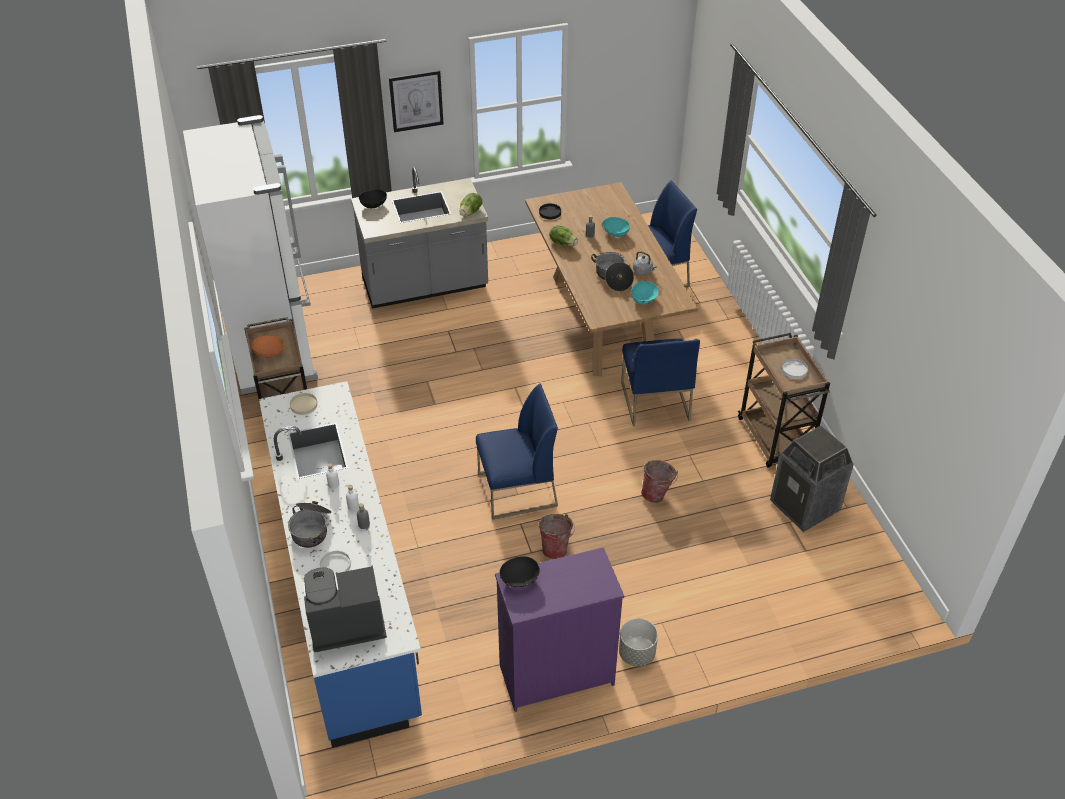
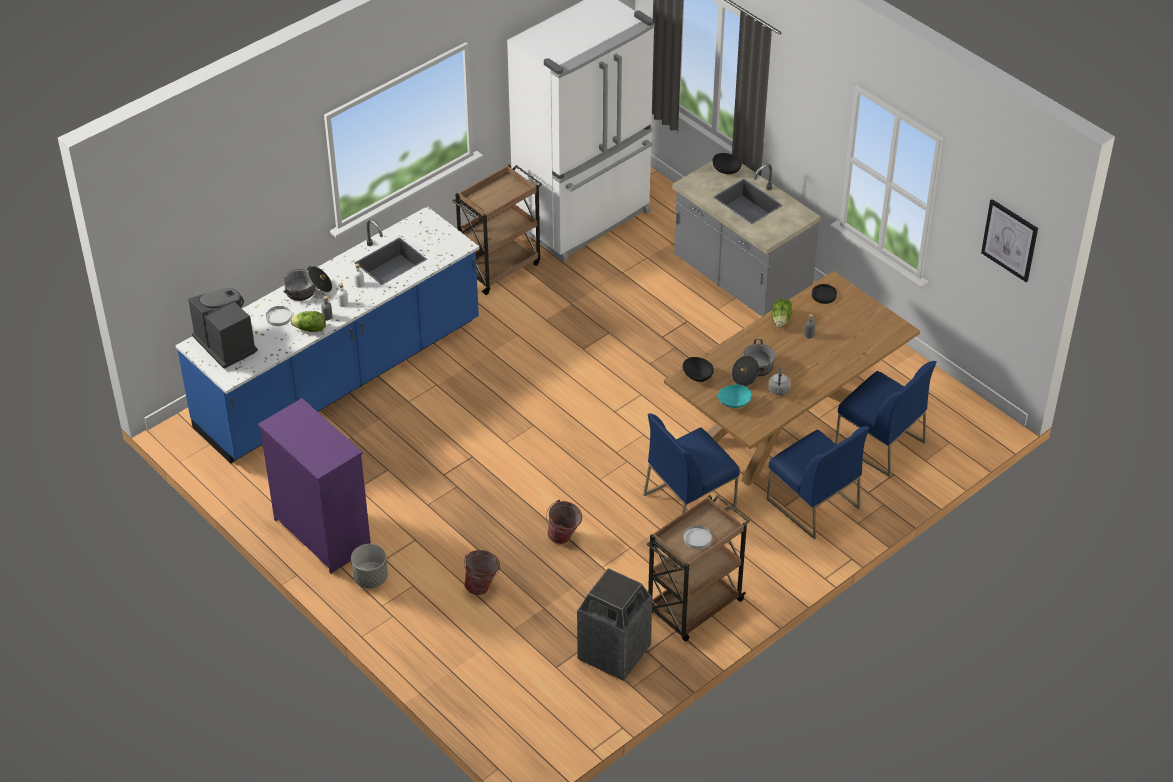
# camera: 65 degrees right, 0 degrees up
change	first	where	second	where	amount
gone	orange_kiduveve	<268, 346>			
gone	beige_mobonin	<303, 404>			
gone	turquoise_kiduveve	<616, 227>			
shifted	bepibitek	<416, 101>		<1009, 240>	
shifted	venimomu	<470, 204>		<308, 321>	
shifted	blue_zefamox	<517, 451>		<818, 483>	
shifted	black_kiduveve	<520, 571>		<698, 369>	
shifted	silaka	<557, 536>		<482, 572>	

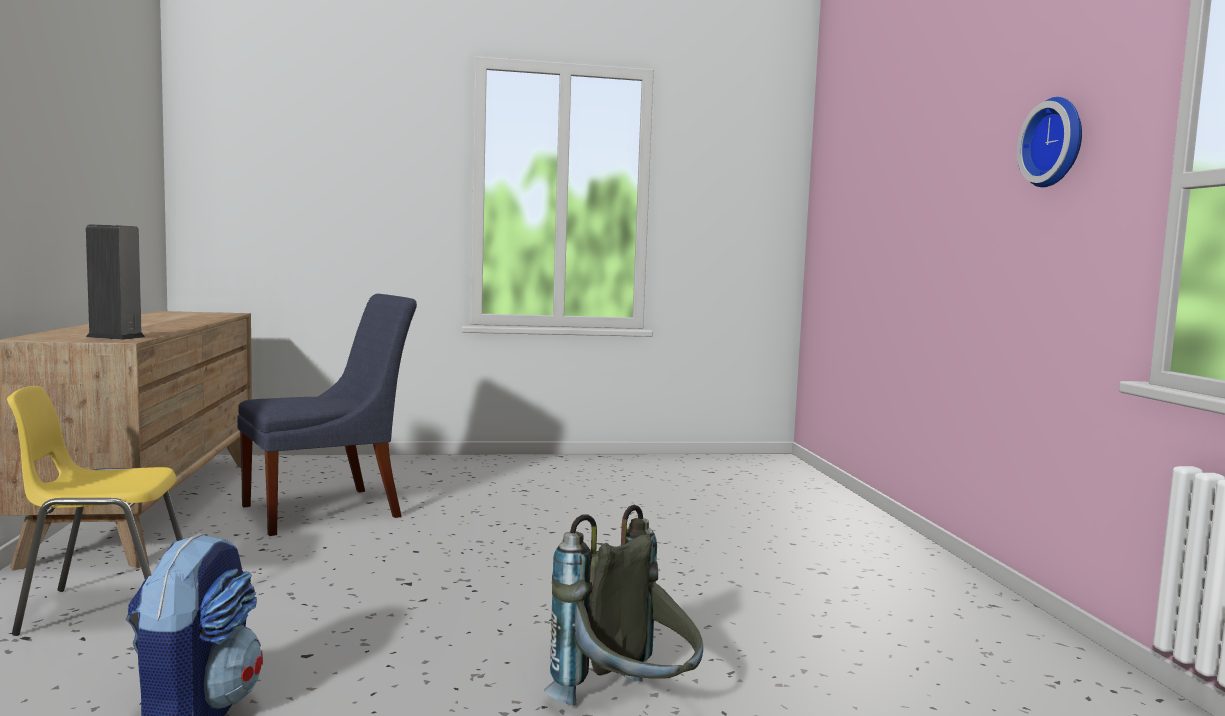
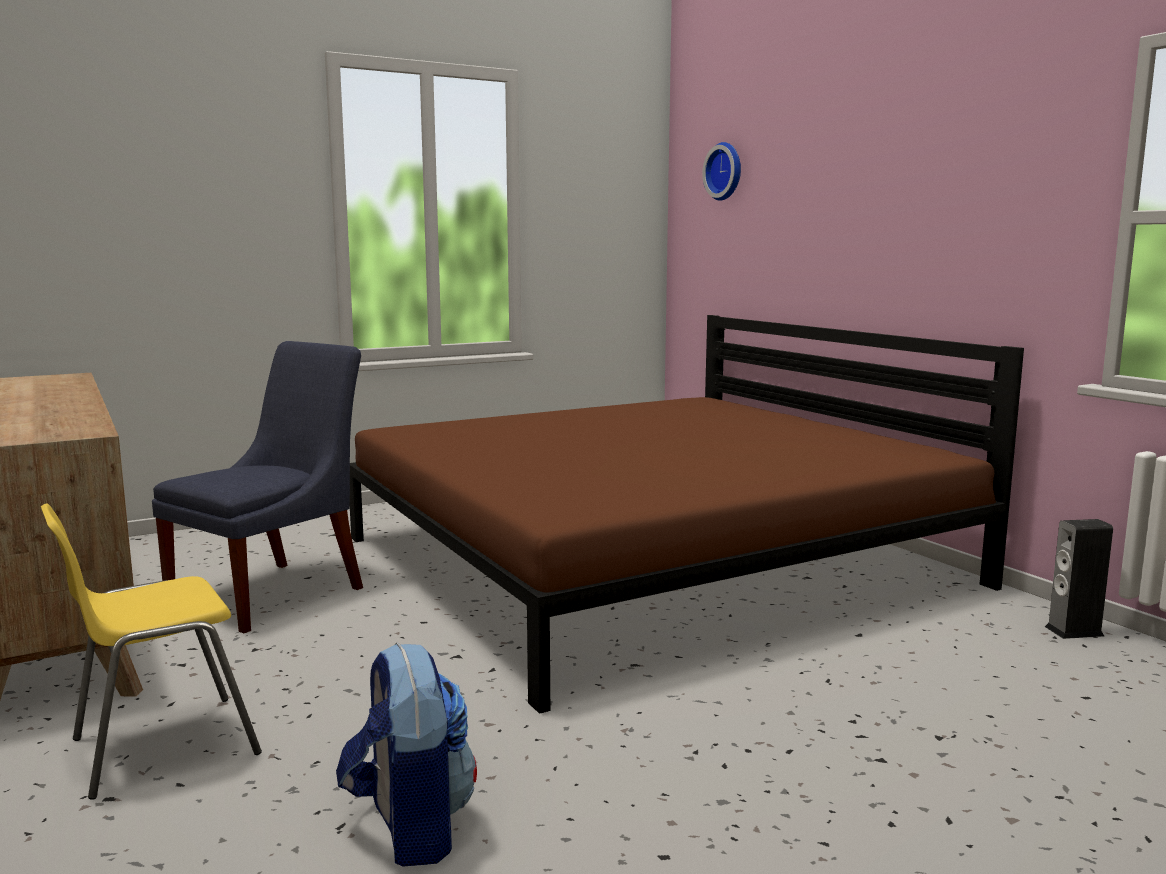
# camera: 20 degrees left, 5 degrees up
change	first	where	second	where	amount
gone	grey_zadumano	<623, 605>			
new			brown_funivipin	<687, 514>	
shifted	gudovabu	<115, 282>		<1079, 579>	
shifted	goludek	<1049, 142>		<721, 171>	

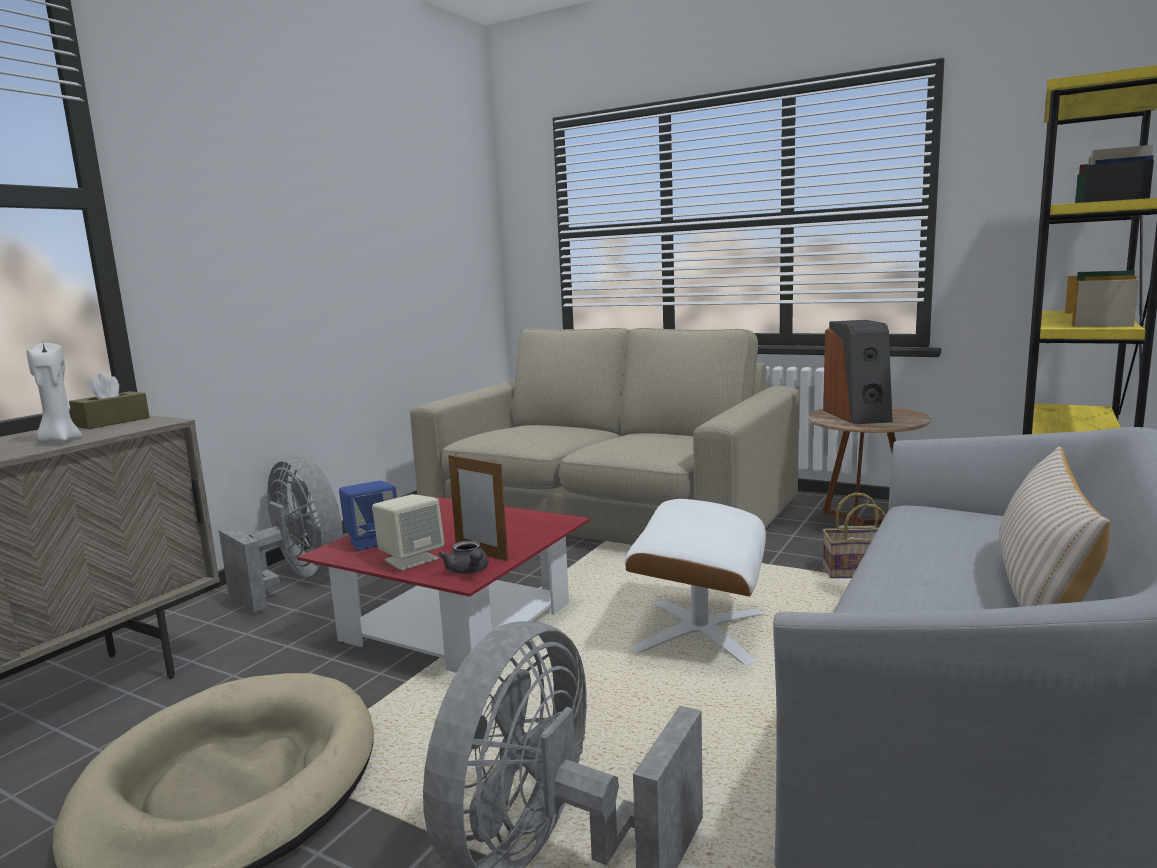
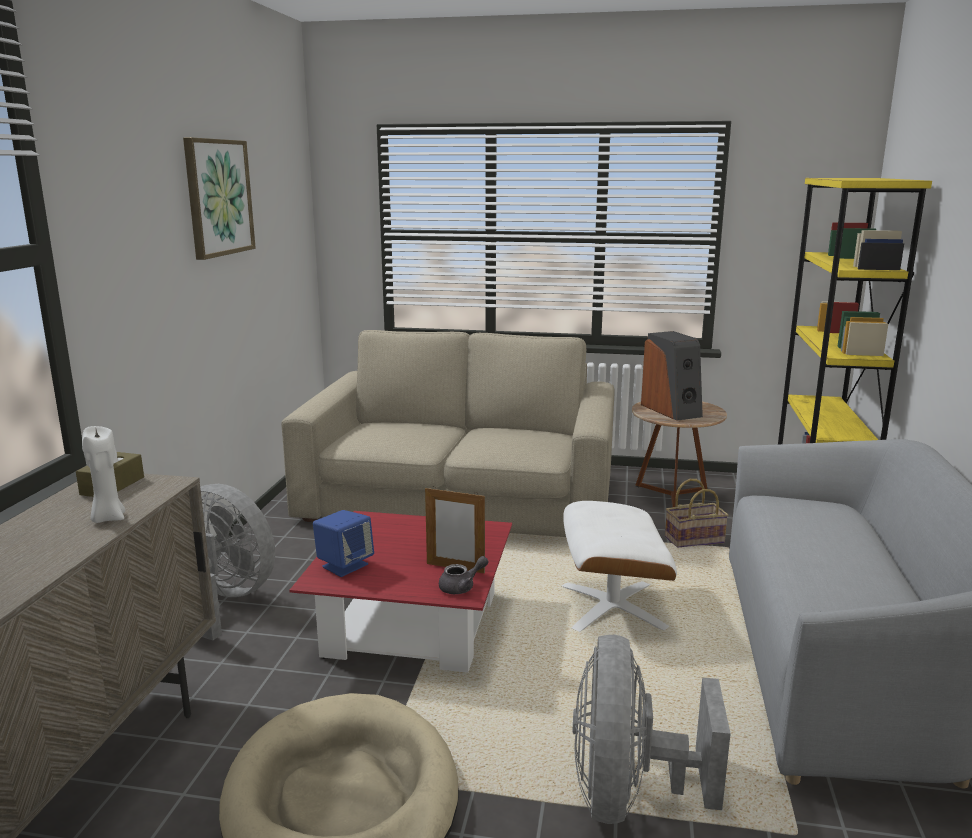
# camera: 20 degrees left, 5 degrees up
change	first	where	second	where	amount
gone	beige_gudovabu	<408, 532>			
gone	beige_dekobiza	<1054, 526>			
new			bepibitek	<219, 198>	
rotated	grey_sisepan	<463, 557>		<463, 575>	75 degrees counterclockwise

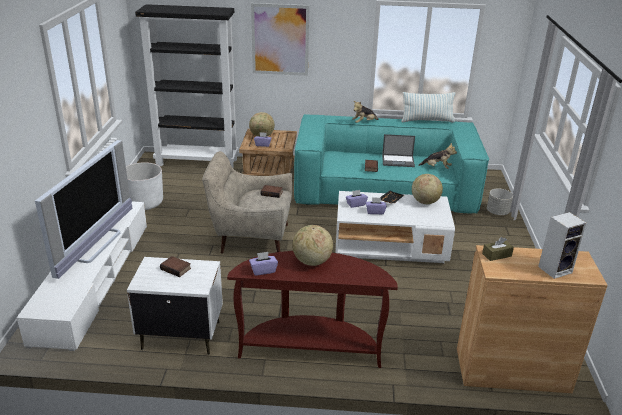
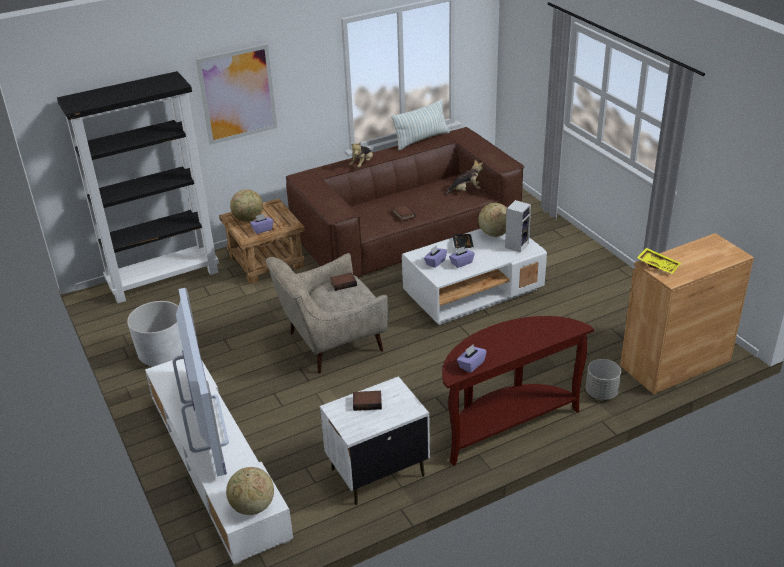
# camera: 30 degrees left, 5 degrees up
change	first	where	second	where	amount
gone	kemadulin	<398, 150>			
shifted	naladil	<312, 245>		<250, 491>	
shifted	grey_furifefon	<500, 202>		<603, 379>	
shifted	gudovabu	<562, 245>		<518, 226>	
swapped	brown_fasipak	<498, 249>	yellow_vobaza	<659, 261>	
repainted	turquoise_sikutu	<391, 164>	brown_sikutu	<405, 202>	

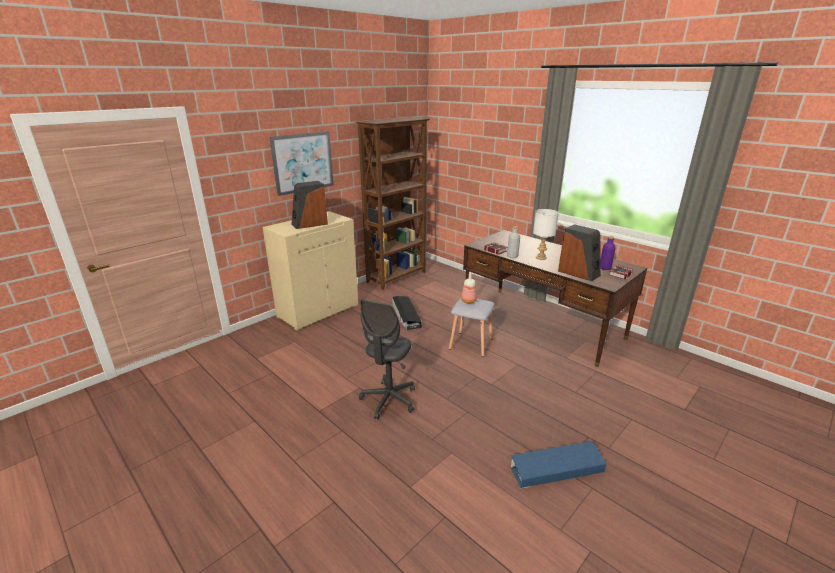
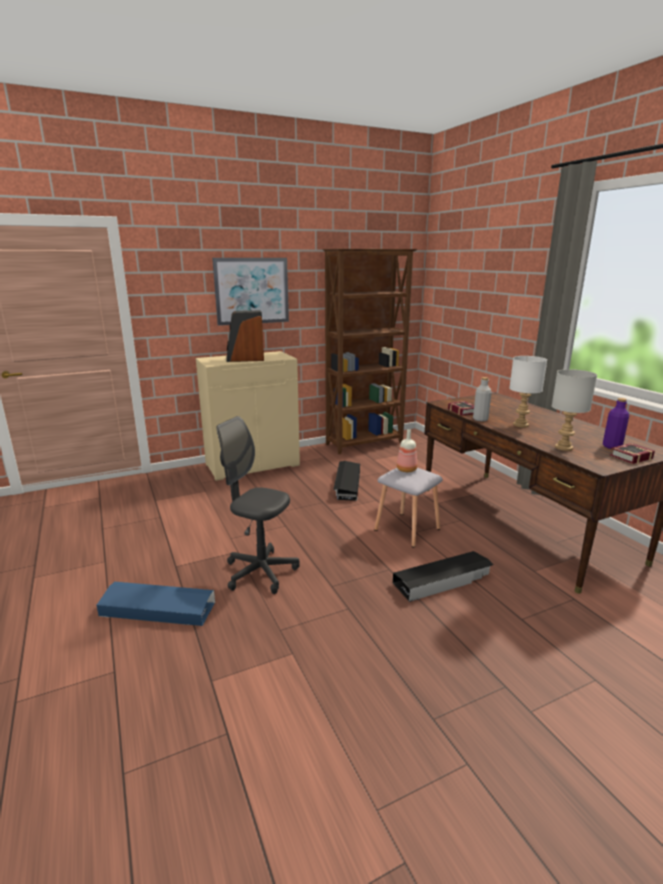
# camera: 20 degrees right, 5 degrees down
change	first	where	second	where	amount
new			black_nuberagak	<443, 576>	
shifted	blue_nuberagak	<558, 464>		<156, 604>	
swapped	gudovabu	<579, 252>	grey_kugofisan	<574, 410>	
rotated	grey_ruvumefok	<387, 359>		<258, 505>	75 degrees clockwise

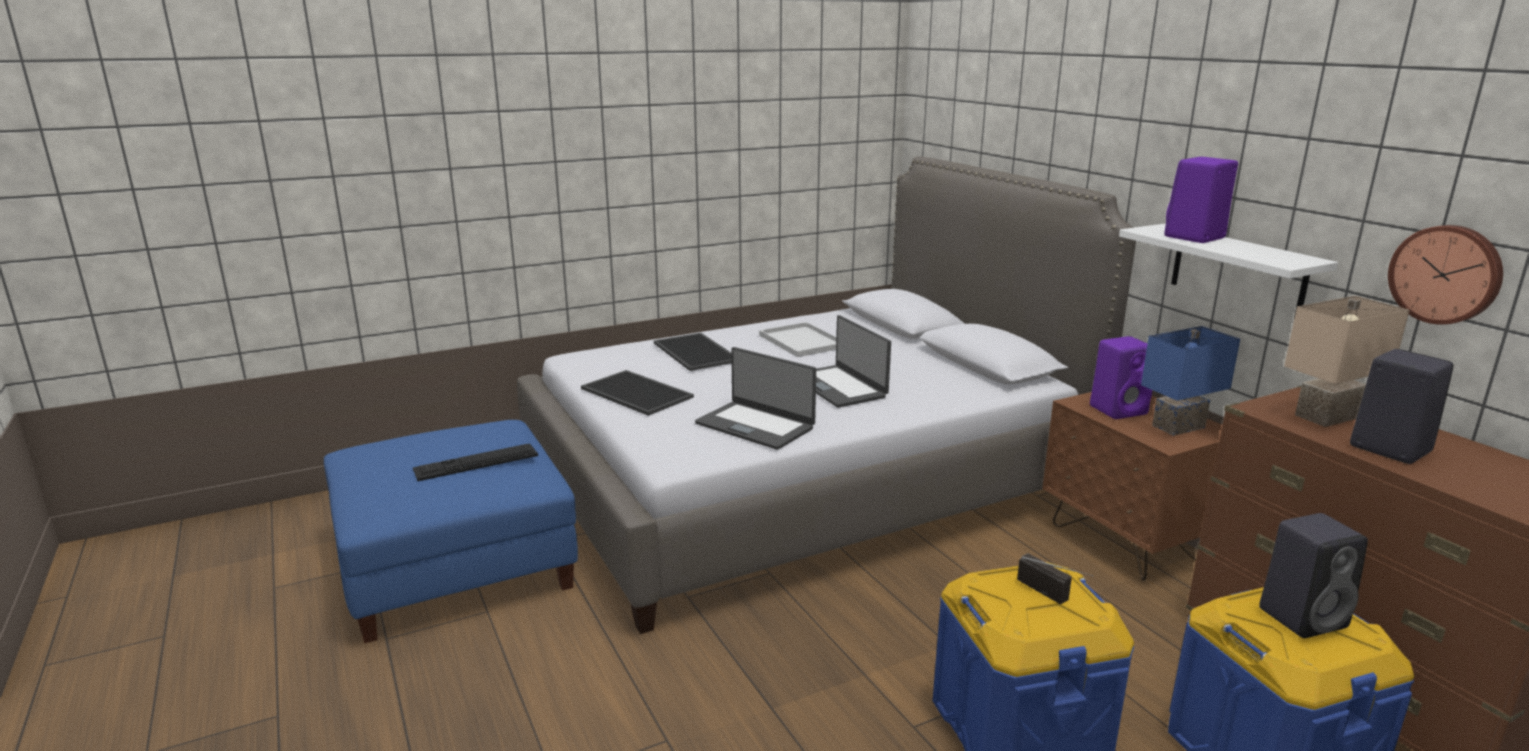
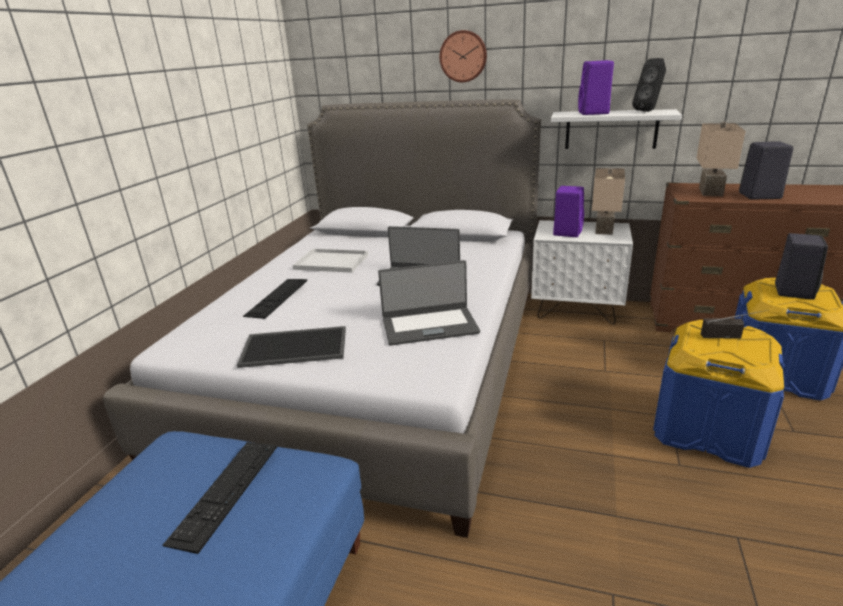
# camera: 45 degrees left, 5 degrees up
change	first	where	second	where	amount
new			black_gudovabu	<649, 85>	
shifted	goludek	<1445, 275>		<463, 56>	
swapped	vobaza	<693, 352>	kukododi	<275, 299>	
repainted	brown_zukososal	<1132, 486>	white_zukososal	<582, 272>	
repainted	blue_kugofisan	<1190, 381>	beige_kugofisan	<608, 201>	

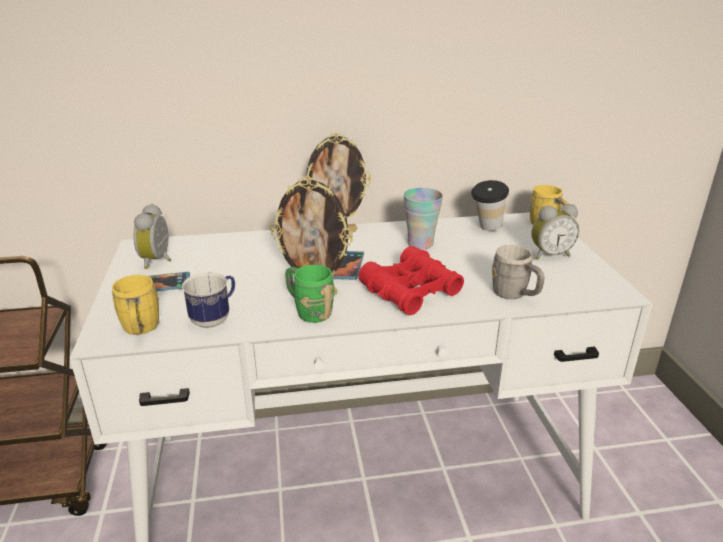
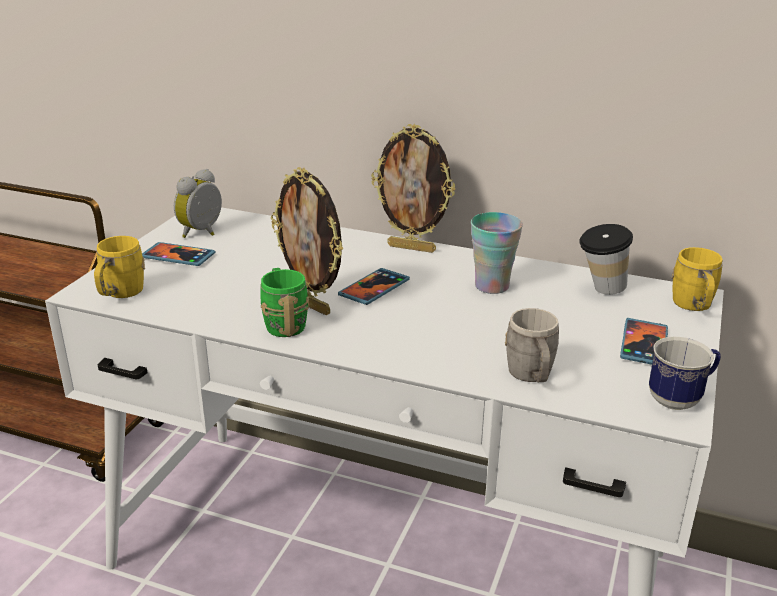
# camera: 30 degrees right, 0 degrees up
change	first	where	second	where	amount
gone	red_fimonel	<411, 280>			
shifted	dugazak	<208, 300>		<685, 373>	
swapped	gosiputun	<555, 232>	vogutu	<644, 341>	

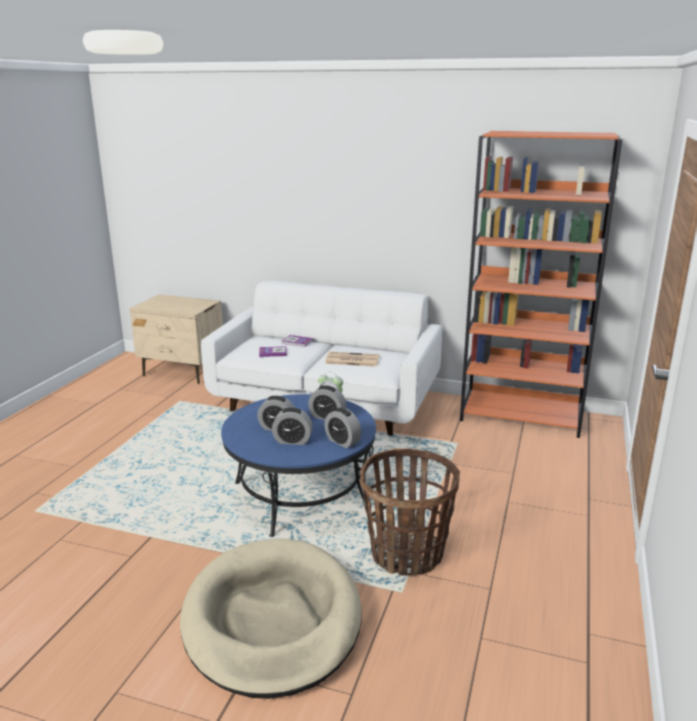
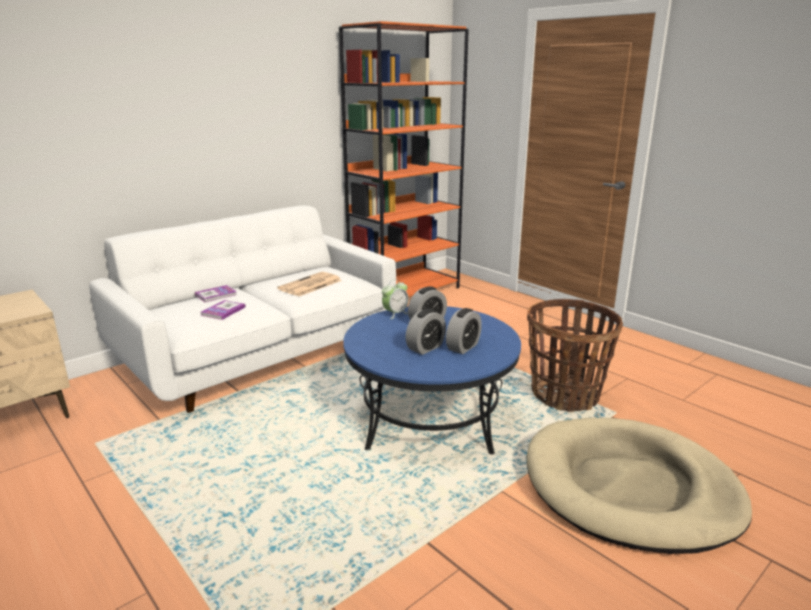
# camera: 60 degrees left, 0 degrees up
change	first	where	second	where	amount
gone	gosiputun	<342, 428>			

